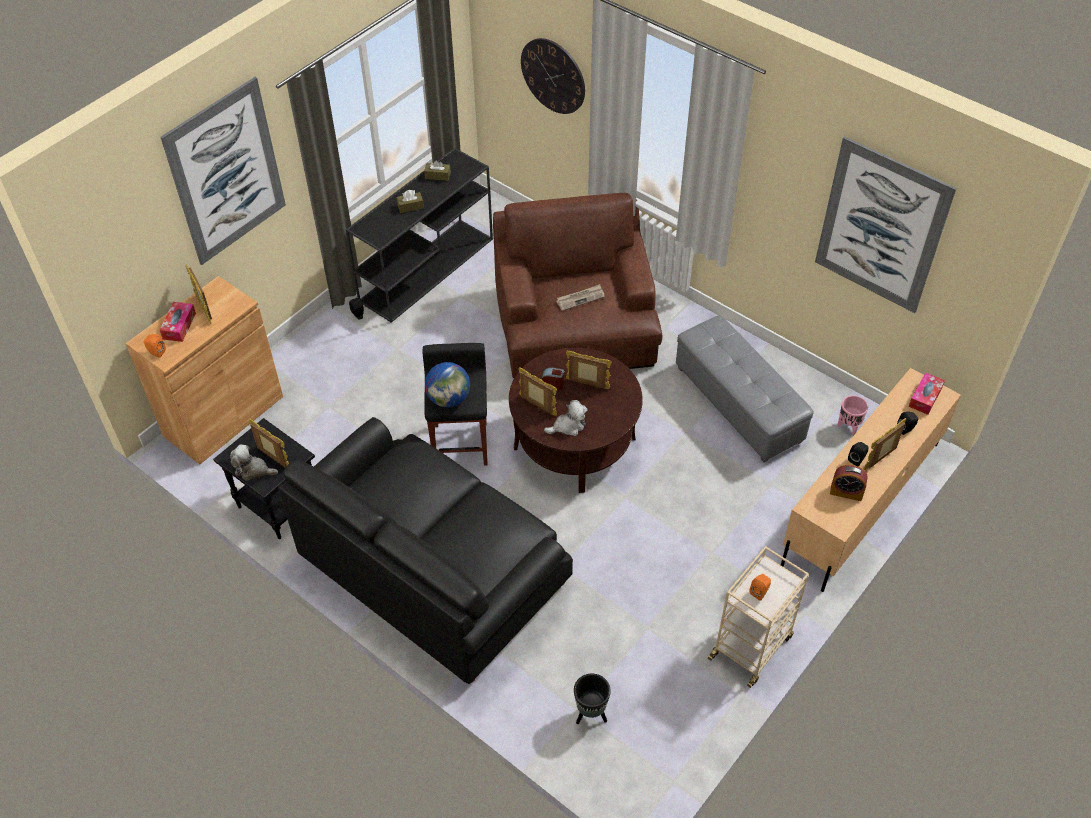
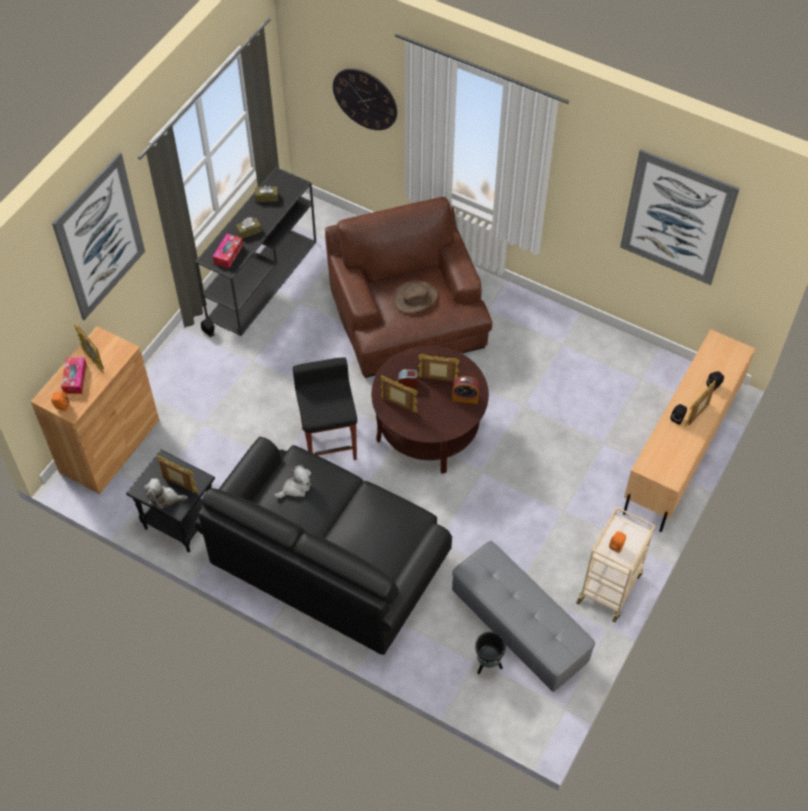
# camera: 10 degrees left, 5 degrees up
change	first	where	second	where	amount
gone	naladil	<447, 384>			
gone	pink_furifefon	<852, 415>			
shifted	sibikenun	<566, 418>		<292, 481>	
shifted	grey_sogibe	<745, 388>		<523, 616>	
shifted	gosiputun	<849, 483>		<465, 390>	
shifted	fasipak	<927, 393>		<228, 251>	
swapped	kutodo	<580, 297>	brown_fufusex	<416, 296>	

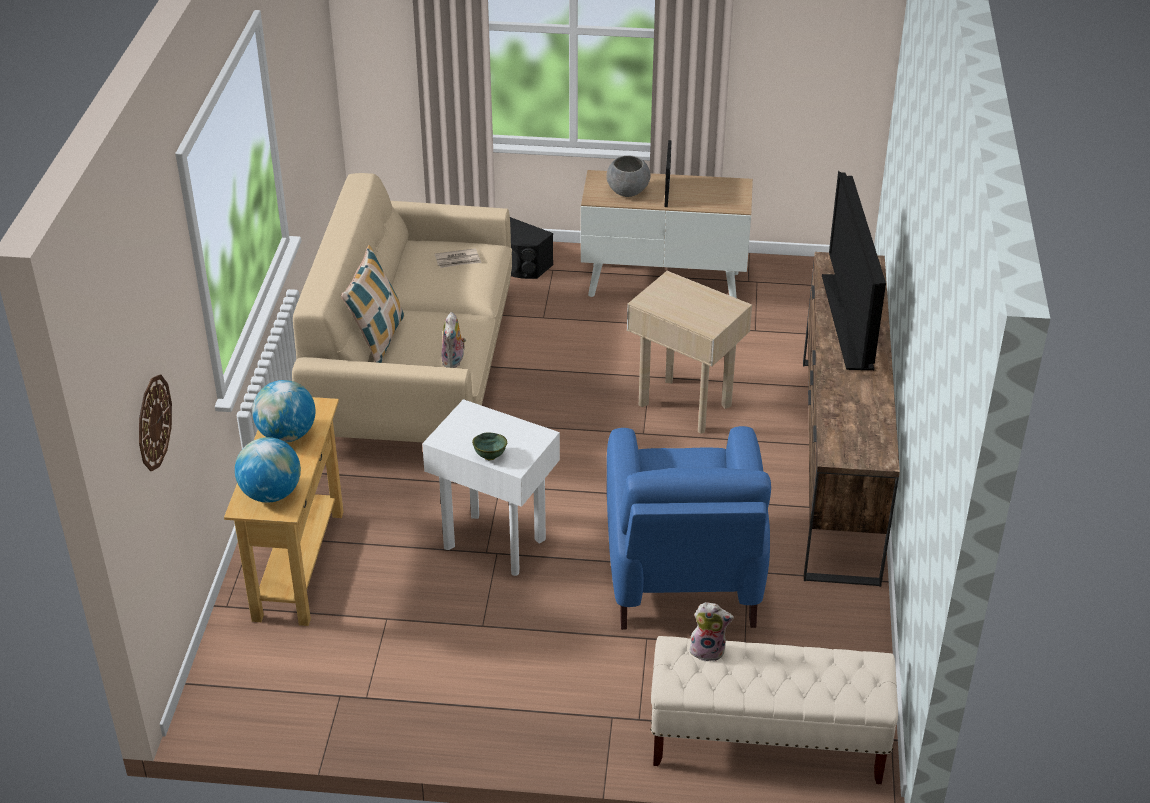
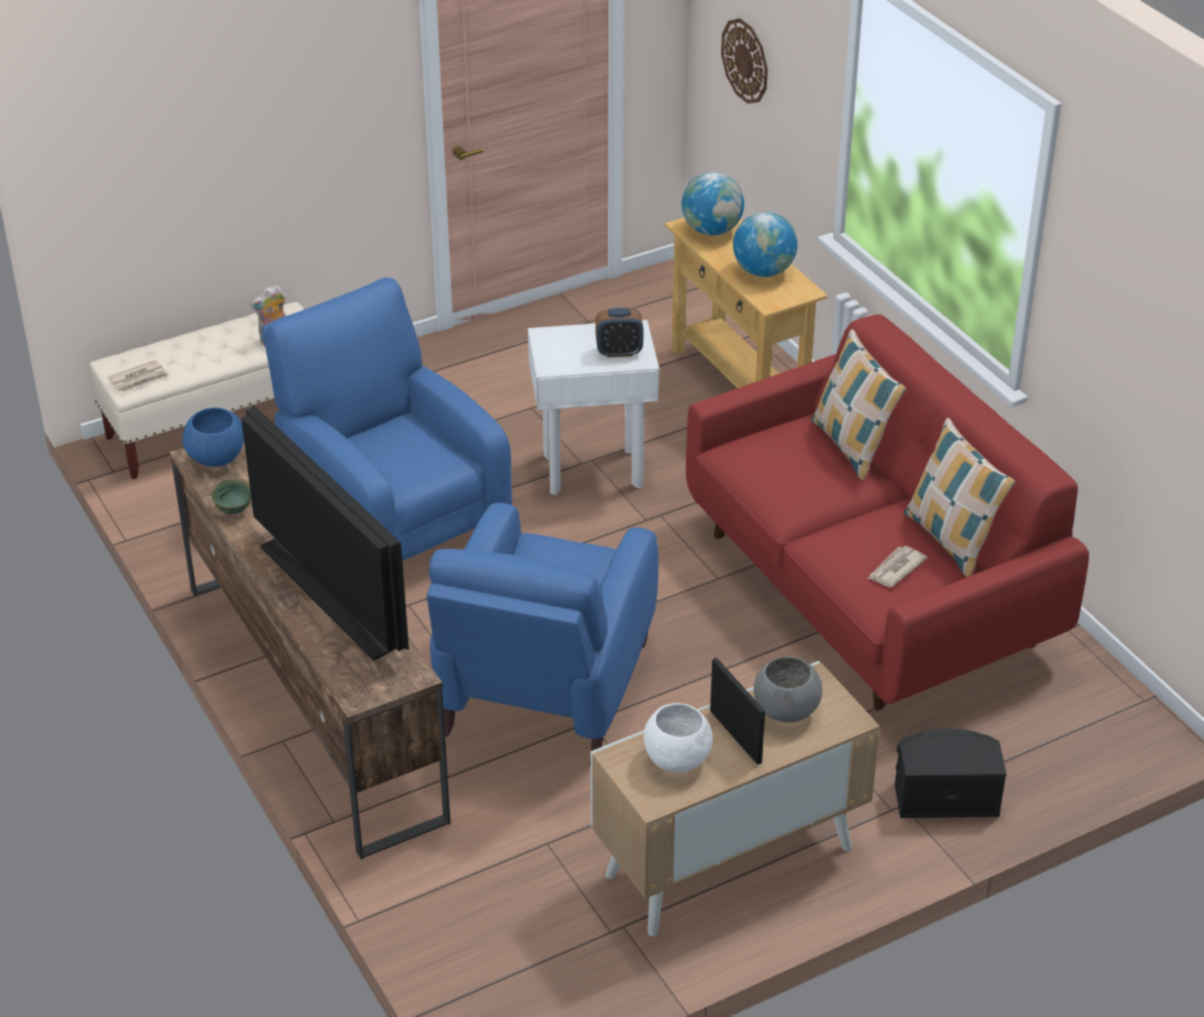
# camera: 145 degrees right, 0 degrees up
change	first	where	second	where	amount
gone	sibikenun	<453, 340>			
new			kutodo	<138, 376>	
new			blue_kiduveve	<213, 437>	
new			gosiputun	<619, 332>	
new			white_kiduveve	<678, 738>	
new			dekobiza	<959, 497>	
shifted	green_kiduveve	<489, 446>		<231, 496>	
swapped	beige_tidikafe	<689, 352>	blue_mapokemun	<542, 627>	
repainted	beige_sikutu	<402, 307>	red_sikutu	<887, 512>	

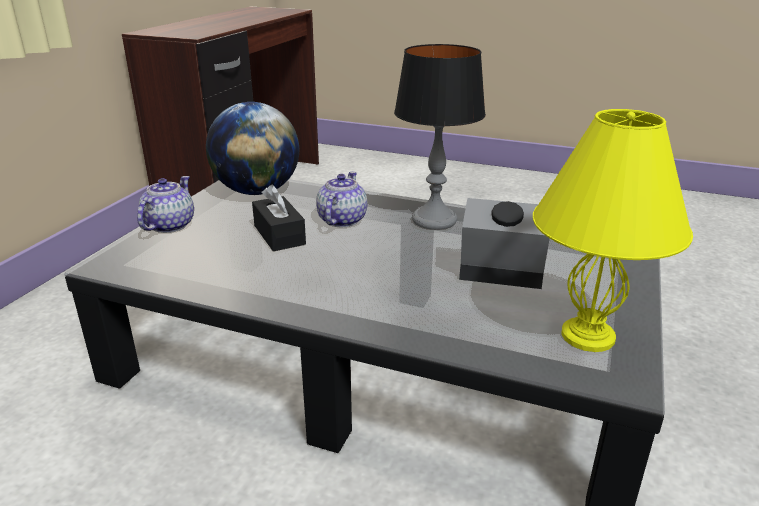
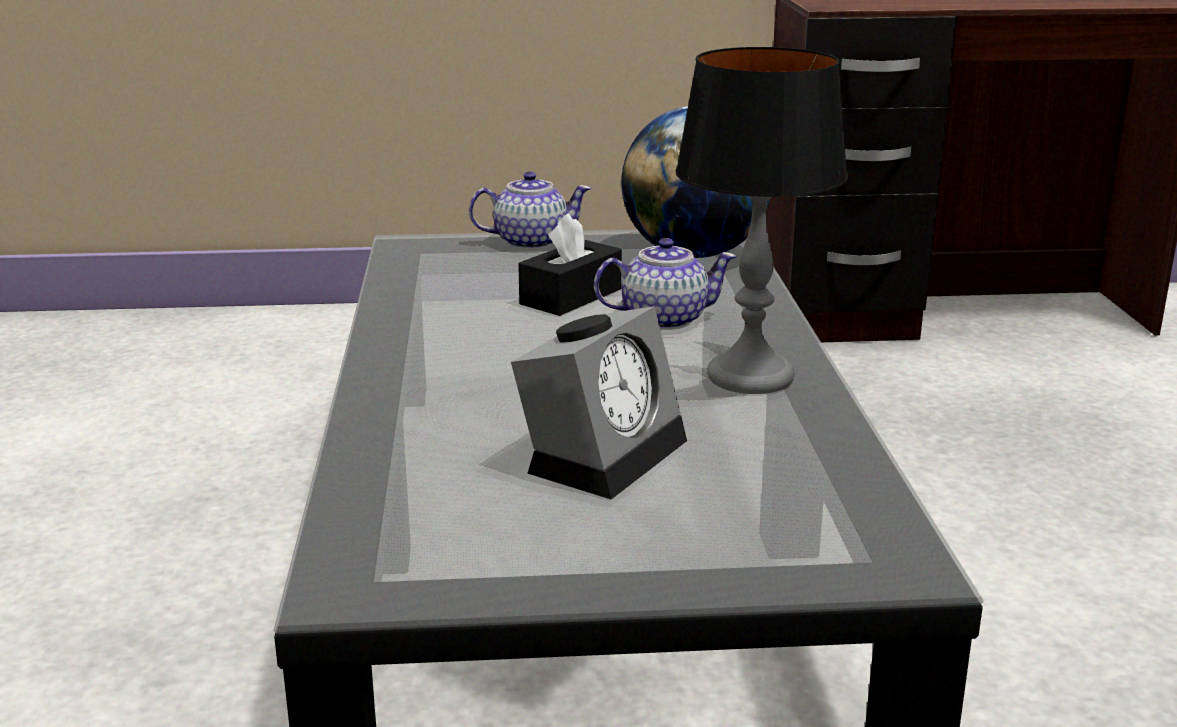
# camera: 65 degrees right, 5 degrees down
change	first	where	second	where	amount
gone	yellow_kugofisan	<613, 230>			
rotated	gosiputun	<504, 243>		<599, 402>	45 degrees clockwise

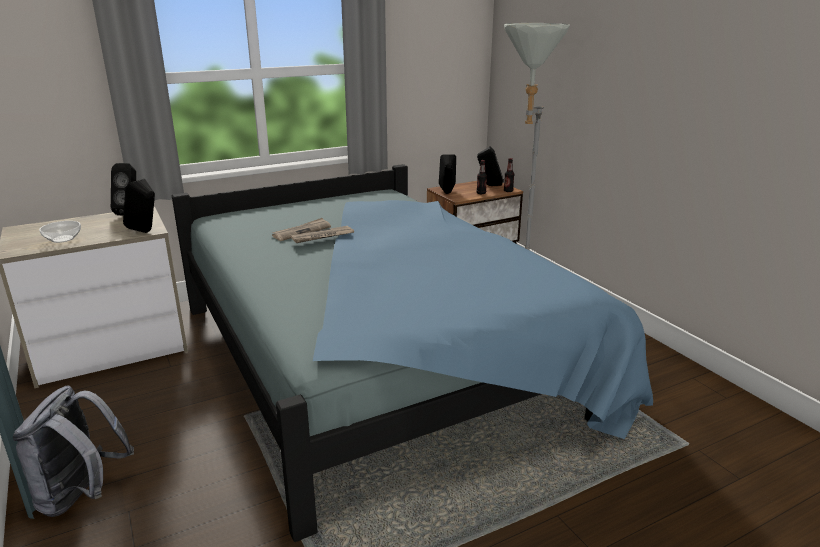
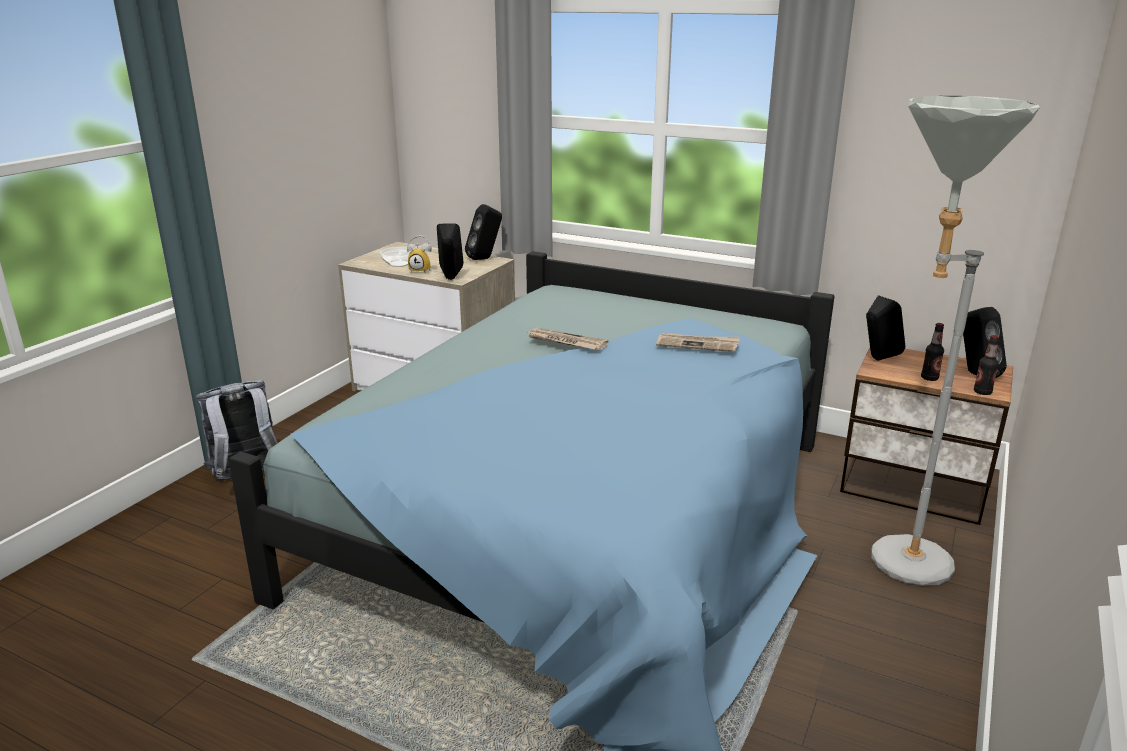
# camera: 55 degrees right, 0 degrees up
change	first	where	second	where	amount
new			gosiputun	<419, 253>	
shifted	kutodo	<301, 229>		<698, 342>	

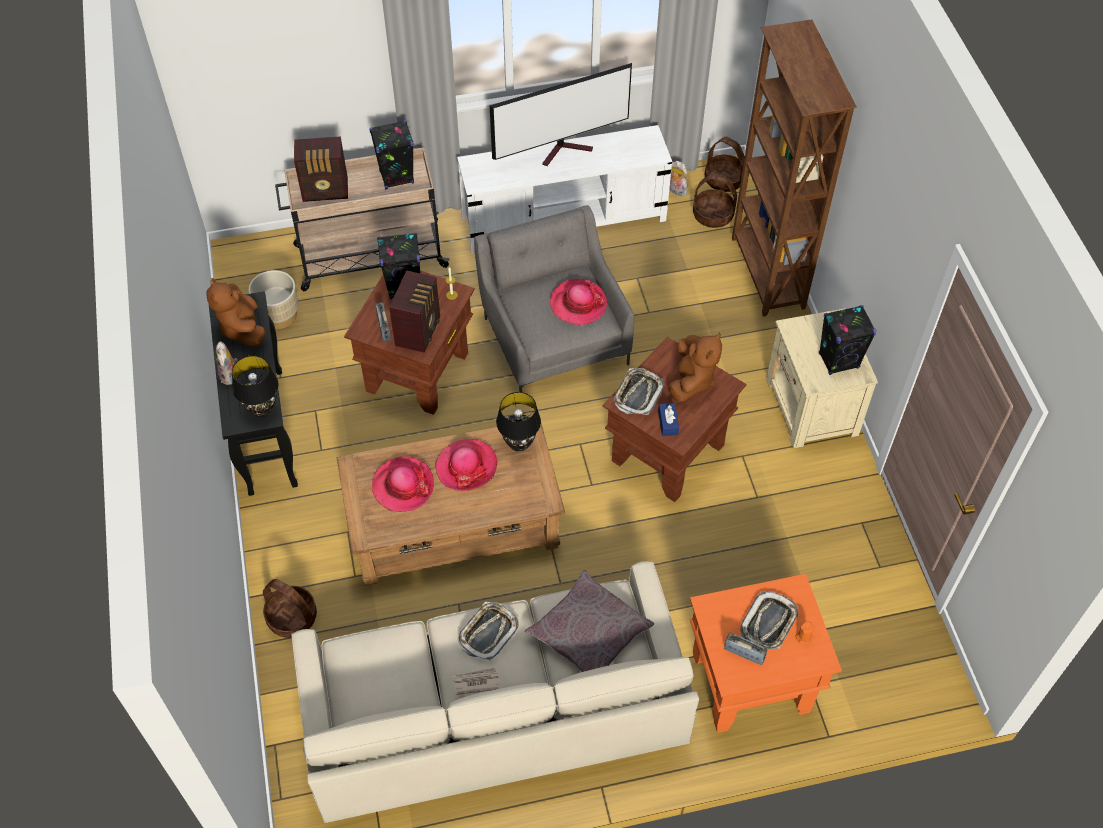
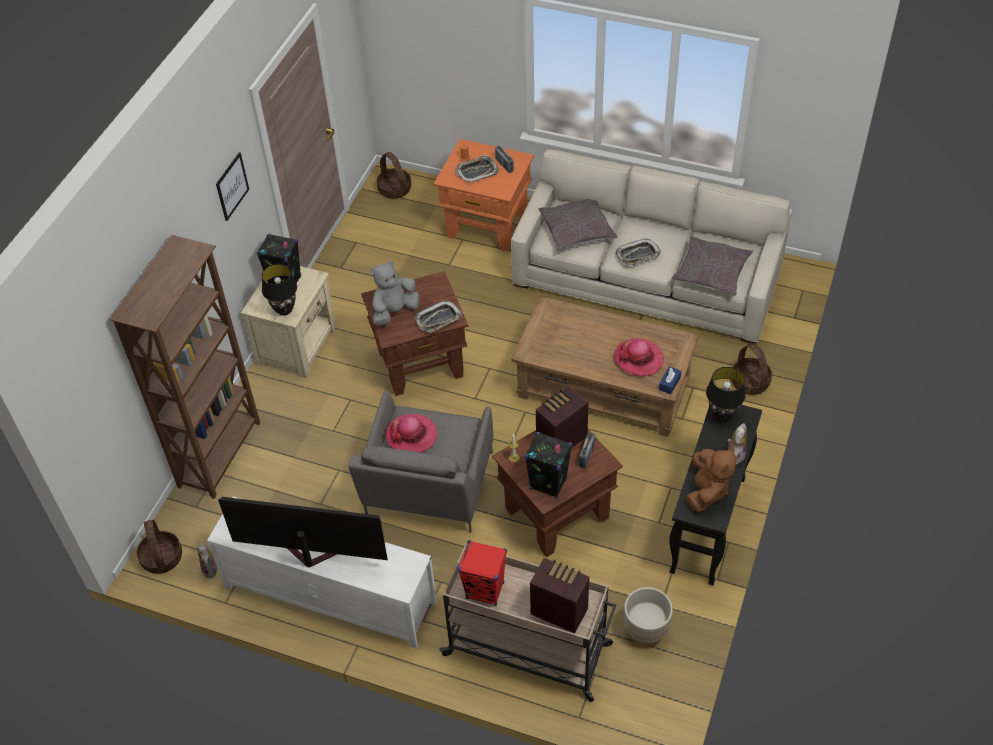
# camera: 145 degrees left, 5 degrees down
change	first	where	second	where	amount
gone	fufusex	<466, 465>			
gone	kutodo	<476, 681>			
new			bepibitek	<232, 186>	
new			grey_dekobiza	<712, 266>	
shifted	black_kugofisan	<518, 422>		<279, 290>	
shifted	blue_fasipak	<668, 419>		<670, 380>	
shifted	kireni	<715, 200>		<393, 175>	
repainted	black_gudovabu	<391, 155>	red_gudovabu	<482, 573>	
repainted	brown_sibikenun	<695, 367>	grey_sibikenun	<395, 293>	

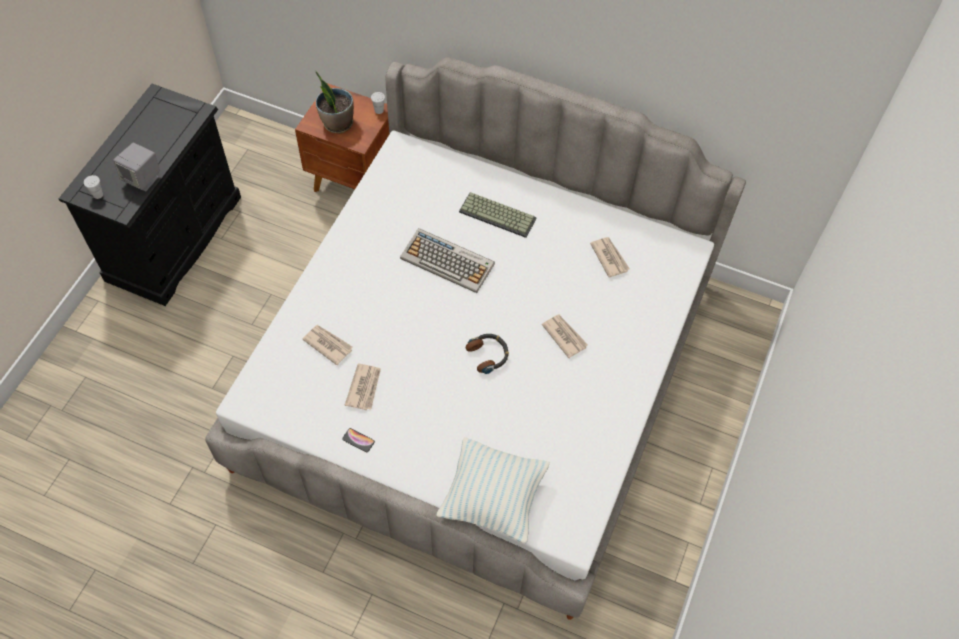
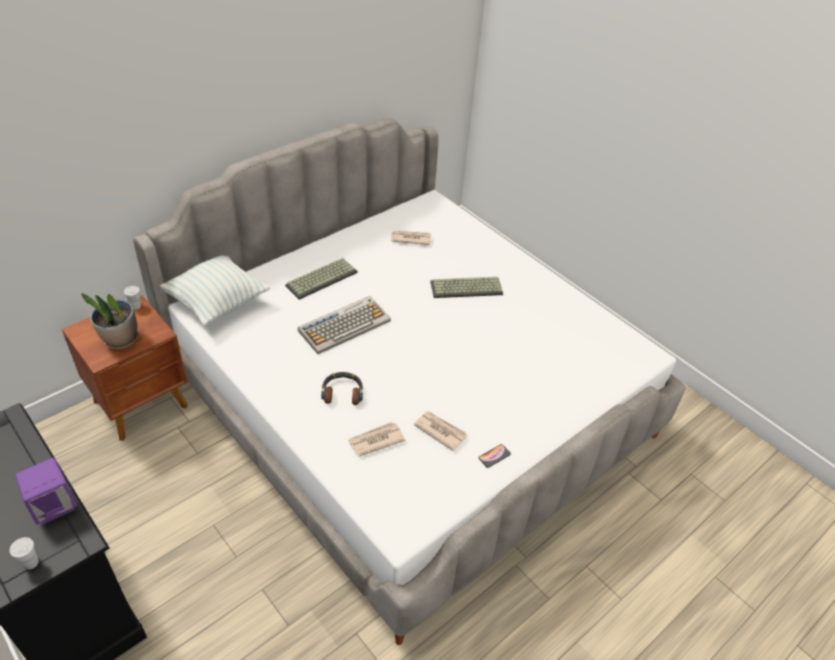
# camera: 65 degrees left, 15 degrees down
change	first	where	second	where	amount
shifted	dekobiza	<493, 490>		<214, 291>	
shifted	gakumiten	<487, 354>		<342, 388>	
swapped	kutodo	<565, 336>	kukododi	<466, 287>	
repainted	grey_gudovabu	<136, 167>	purple_gudovabu	<46, 491>	

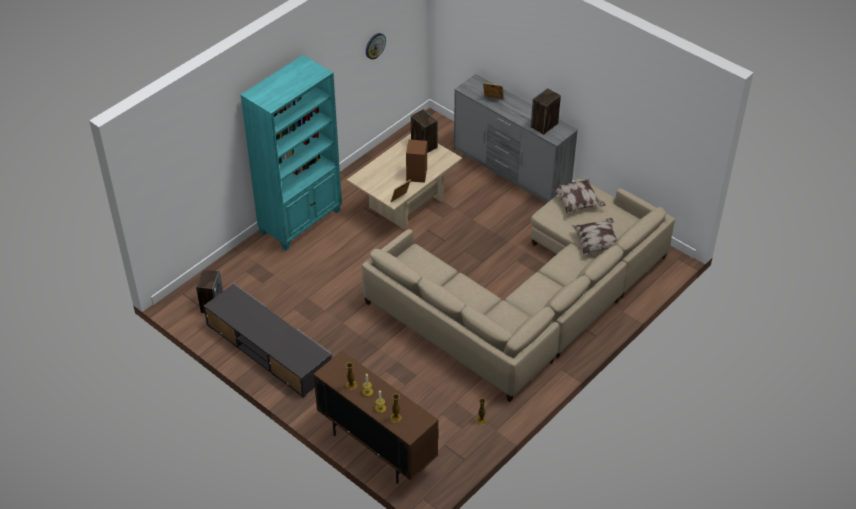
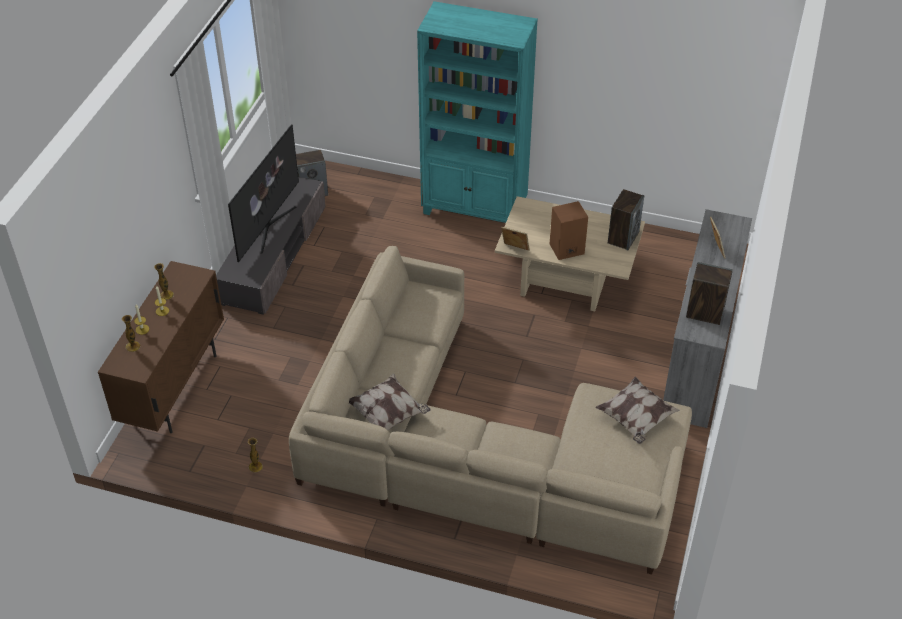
# camera: 65 degrees right, 0 degrees up
change	first	where	second	where	amount
gone	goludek	<376, 46>			
new			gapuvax	<263, 193>	
shifted	dekobiza	<595, 236>		<390, 401>	

